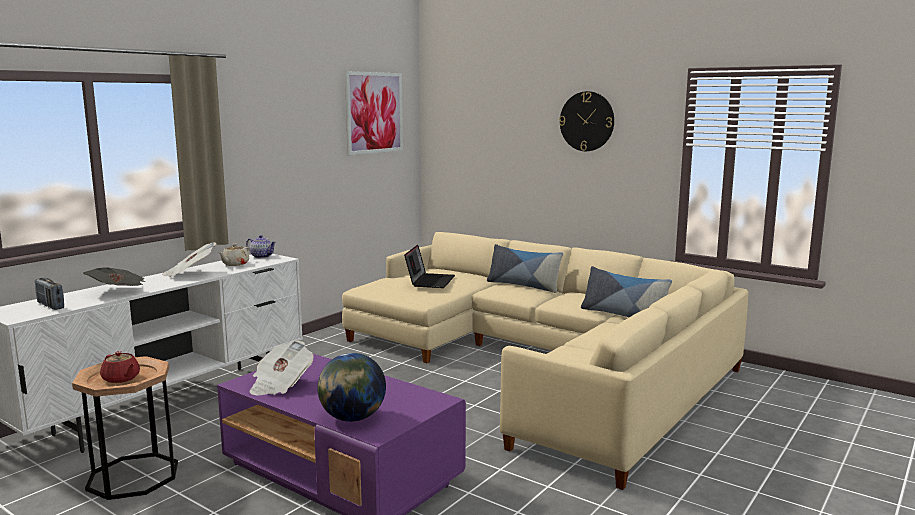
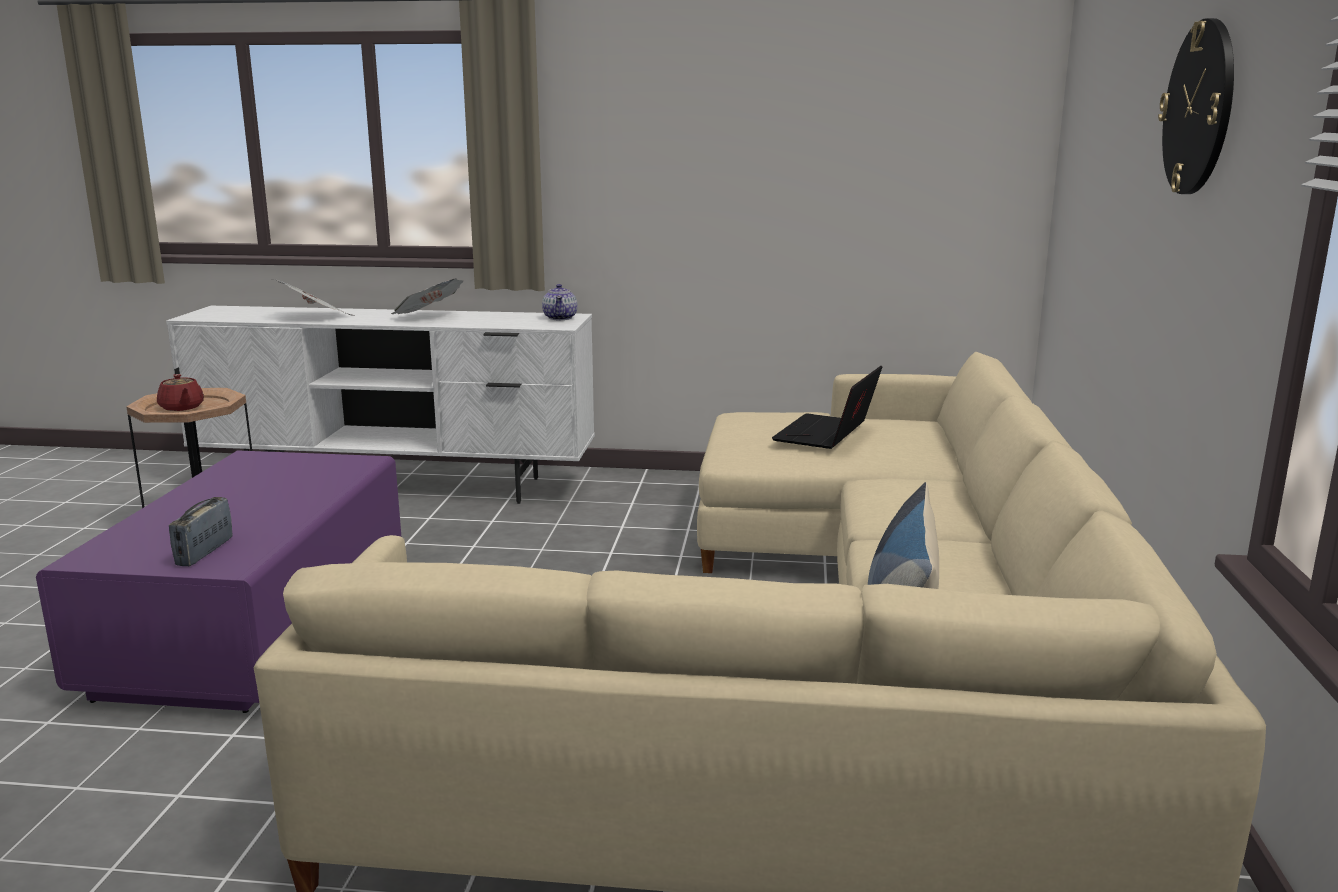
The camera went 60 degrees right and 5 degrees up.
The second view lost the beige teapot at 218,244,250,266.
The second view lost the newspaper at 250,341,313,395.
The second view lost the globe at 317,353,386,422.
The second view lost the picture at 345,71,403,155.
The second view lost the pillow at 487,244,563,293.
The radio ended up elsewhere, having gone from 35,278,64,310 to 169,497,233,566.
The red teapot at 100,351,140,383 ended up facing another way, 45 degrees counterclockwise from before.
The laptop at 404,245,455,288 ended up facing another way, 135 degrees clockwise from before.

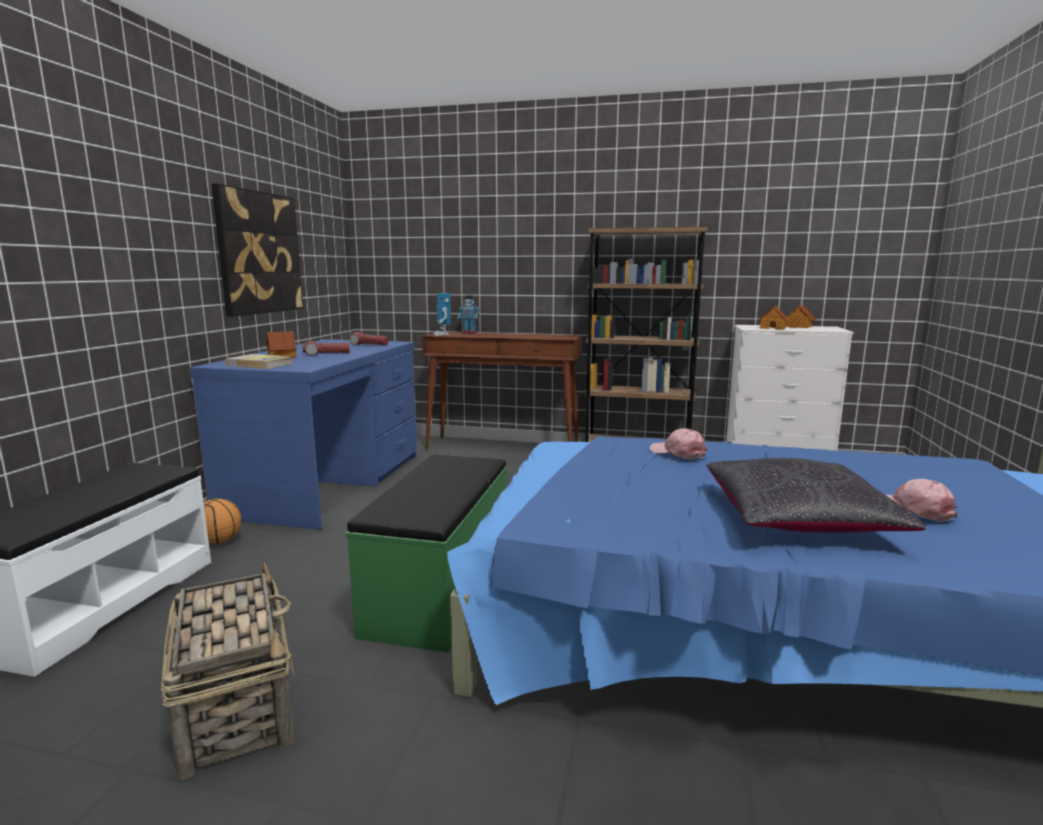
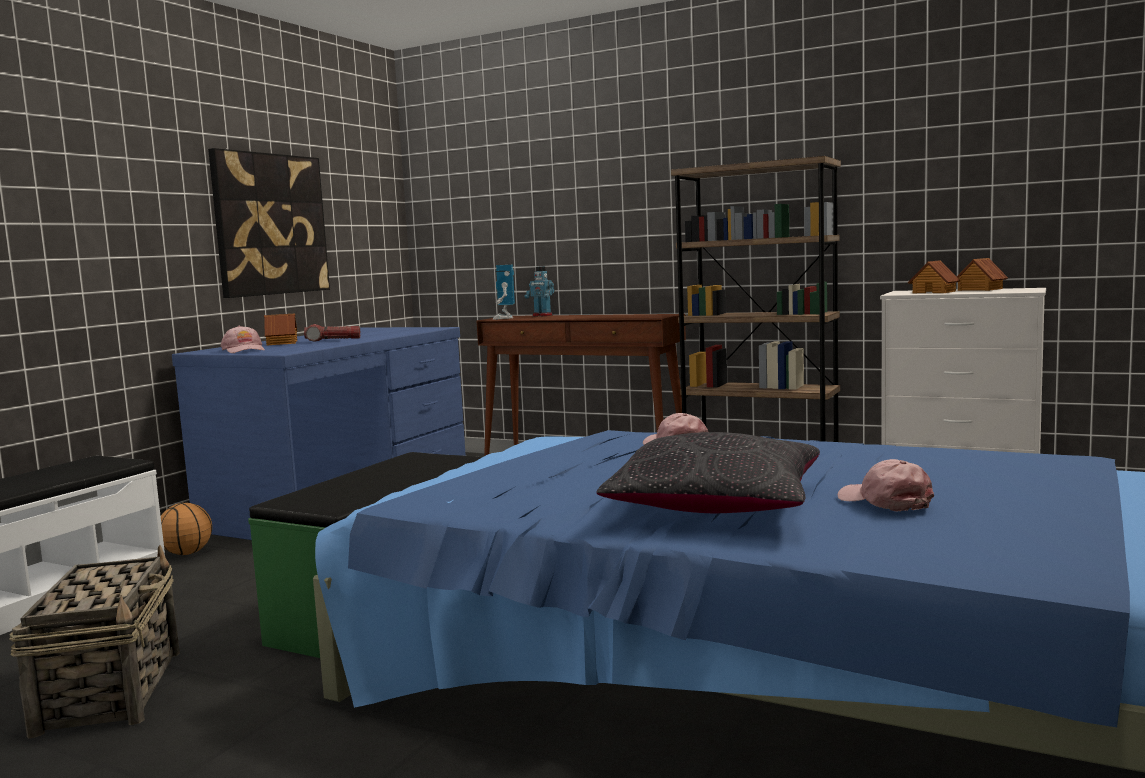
The camera went 15 degrees right and 5 degrees down.
The second view lost the flashlight at 349,332,389,345.
Where the book stood at 225,354,293,369, the pink cap came to stand at 220,326,265,353.

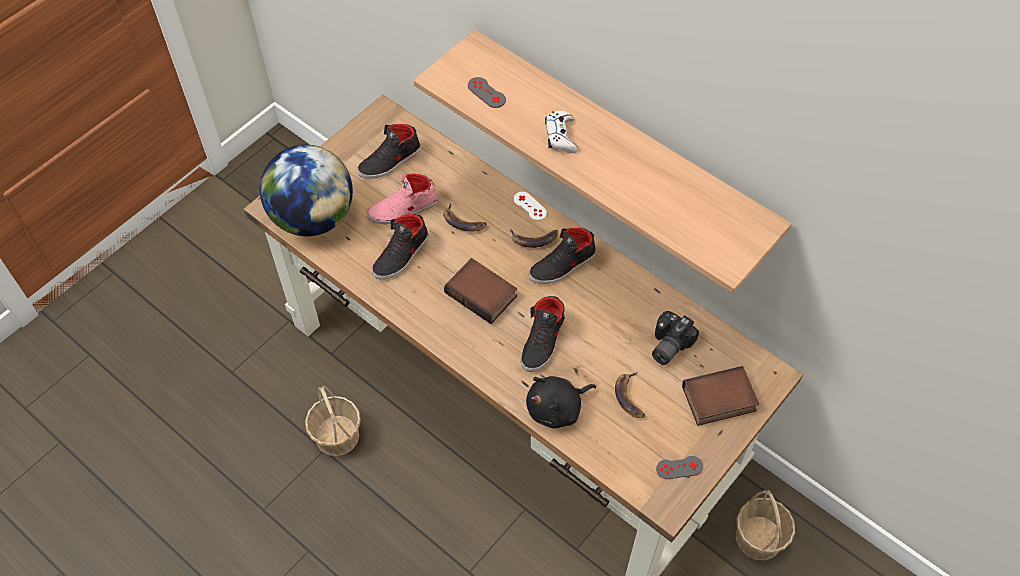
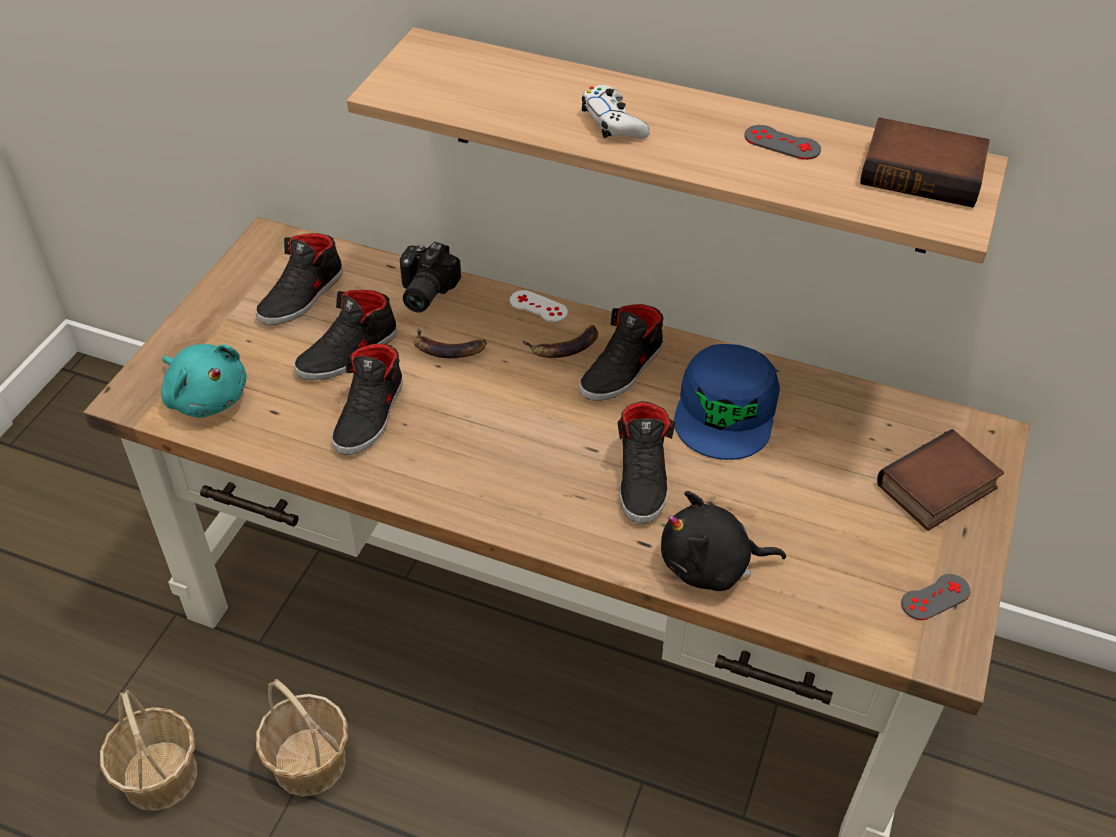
The camera went 20 degrees left and 10 degrees down.
The second view lost the banana at 615,372,645,418.
The second view gained the blue cap at 674,344,780,460.
The book ended up elsewhere, having gone from 444,258,517,324 to 860,117,990,208.
The grey game controller ended up elsewhere, having gone from 468,77,506,108 to 744,125,821,160.
The photo camera ended up elsewhere, having gone from 652,311,699,365 to 400,242,461,312.
The basket ended up elsewhere, having gone from 736,490,795,560 to 100,690,197,811.
Where the globe stood at 260,145,353,236, the turquoise plush toy came to stand at 161,344,247,418.
What was the pink shoe at 367,173,438,224 turned into the black shoe at 294,290,397,380.
The black plush toy at 526,376,596,428 ended up facing another way, 45 degrees clockwise from before.

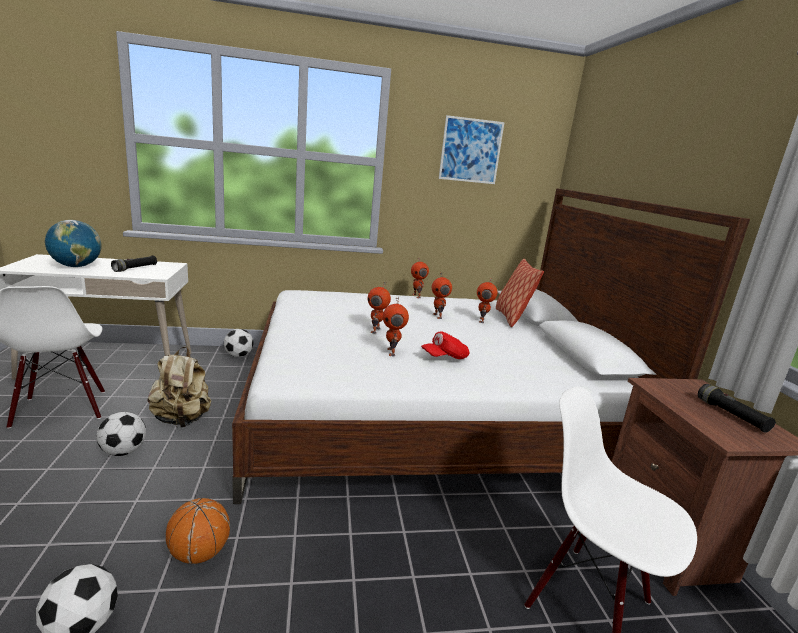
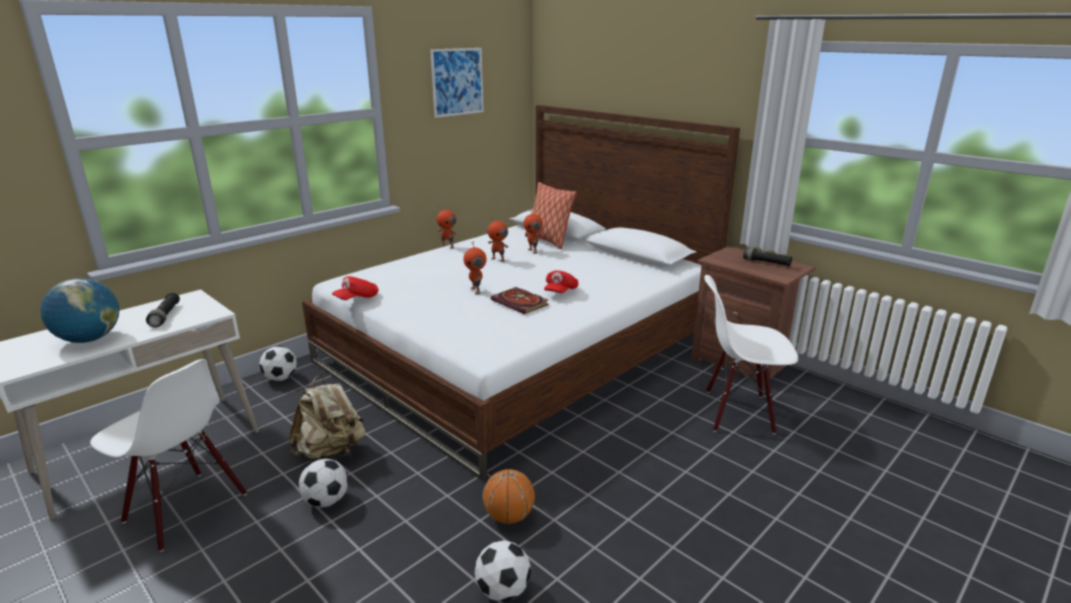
The camera went 35 degrees left and 5 degrees up.
The second view gained the red cap at 332,276,379,300.
Where the toy robot stood at 383,298,409,356, the book came to stand at 491,287,549,314.

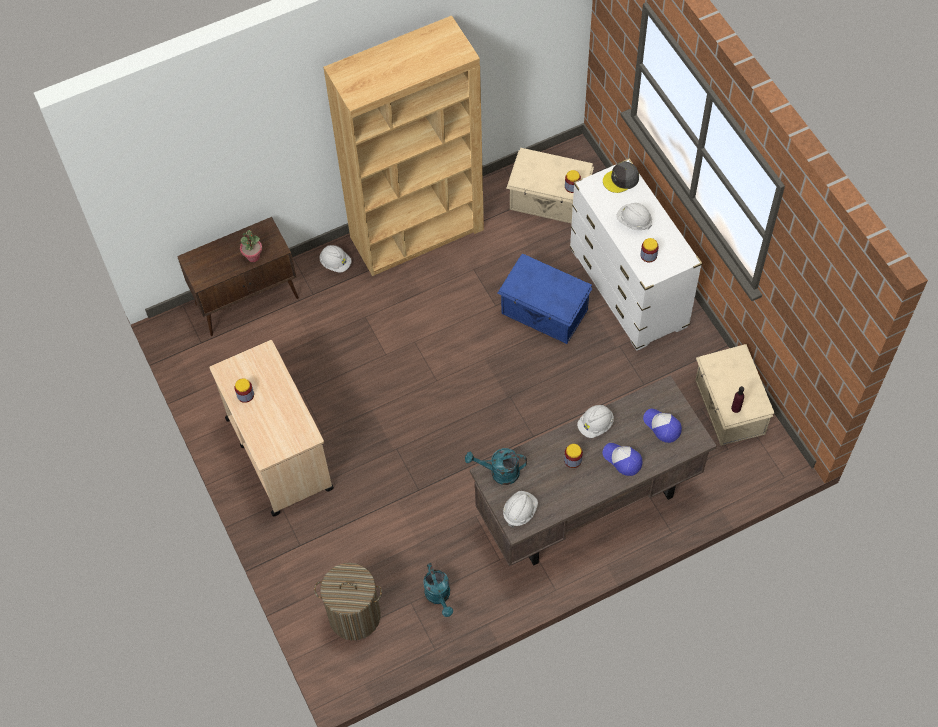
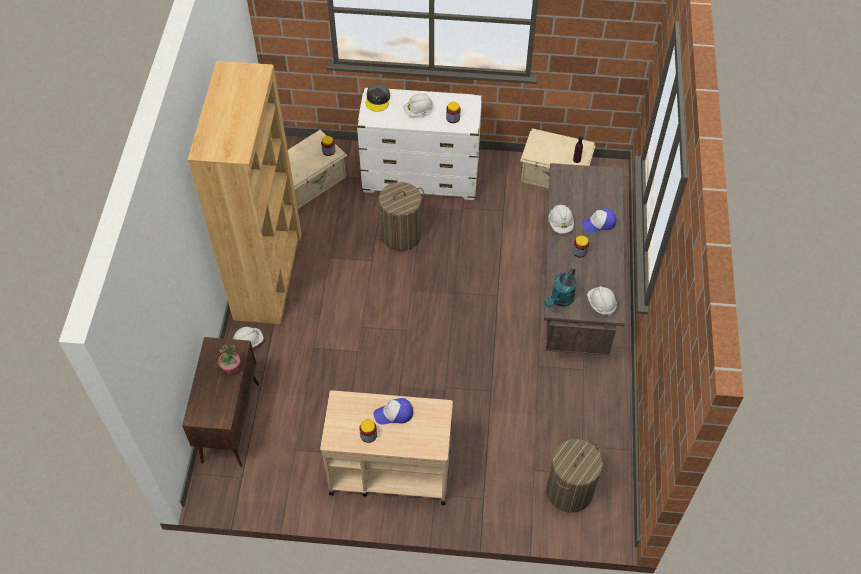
The camera went 60 degrees left and 5 degrees down.
The second view lost the turquoise watering can at 423,563,453,617.
The cap ended up elsewhere, having gone from 643,409,682,443 to 373,398,413,425.
Where the blue storage box stood at 497,253,593,344, the laundry basket came to stand at 376,182,424,251.

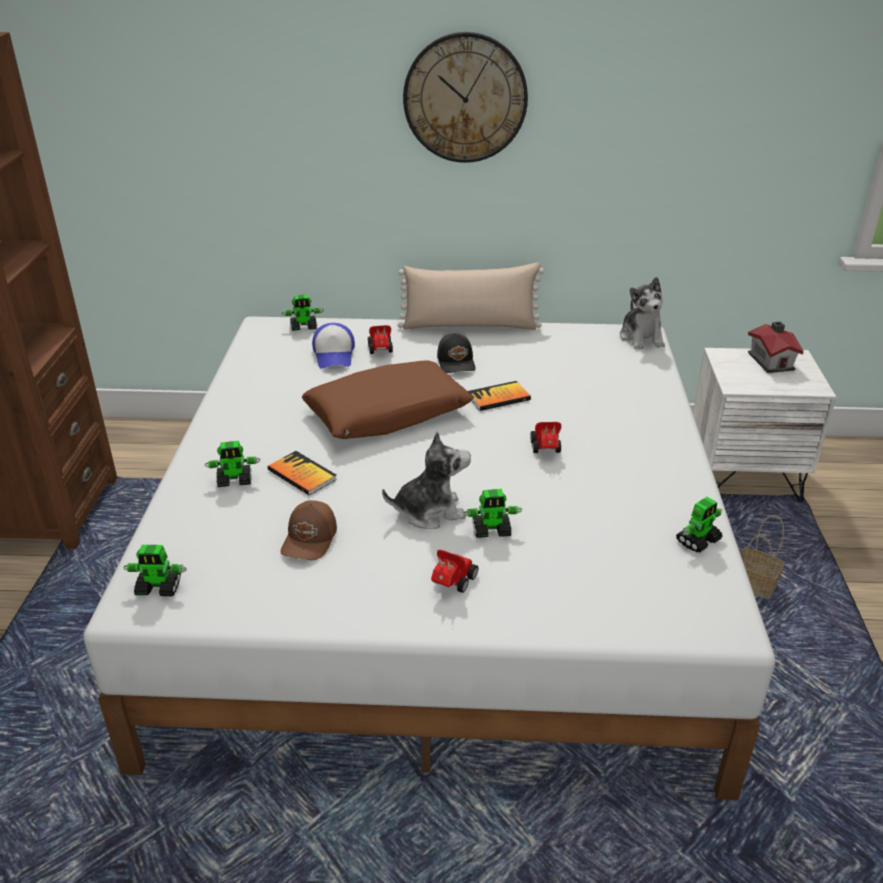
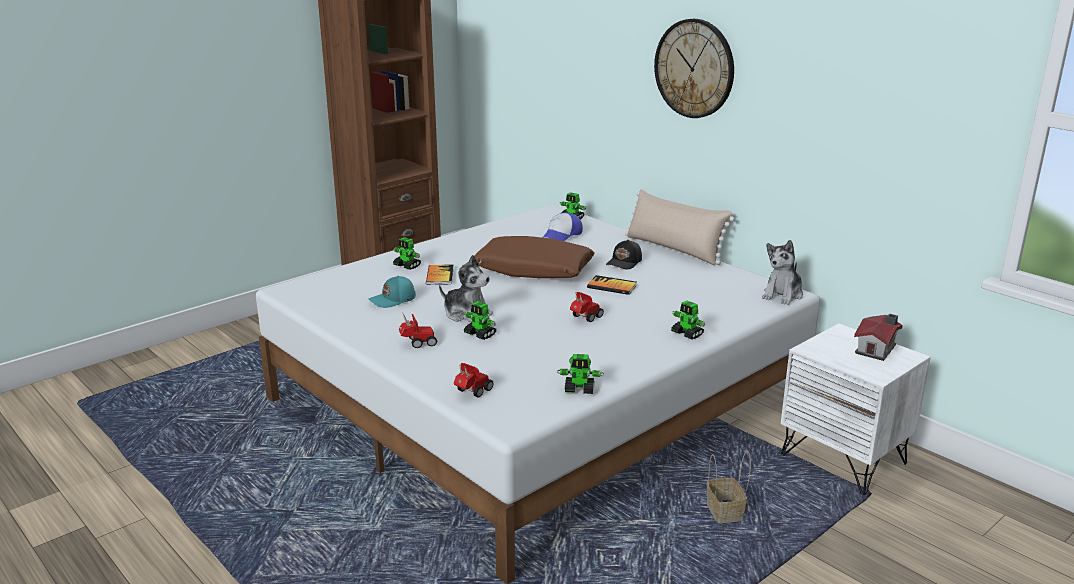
The camera went 45 degrees right and 10 degrees down.
The toy robot ended up elsewhere, having gone from 124,545,187,596 to 671,301,705,340.
The toy car ended up elsewhere, having gone from 368,325,393,354 to 454,363,494,397.
What was the brown cap at 281,500,337,560 turned into the turquoise cap at 369,276,416,308.

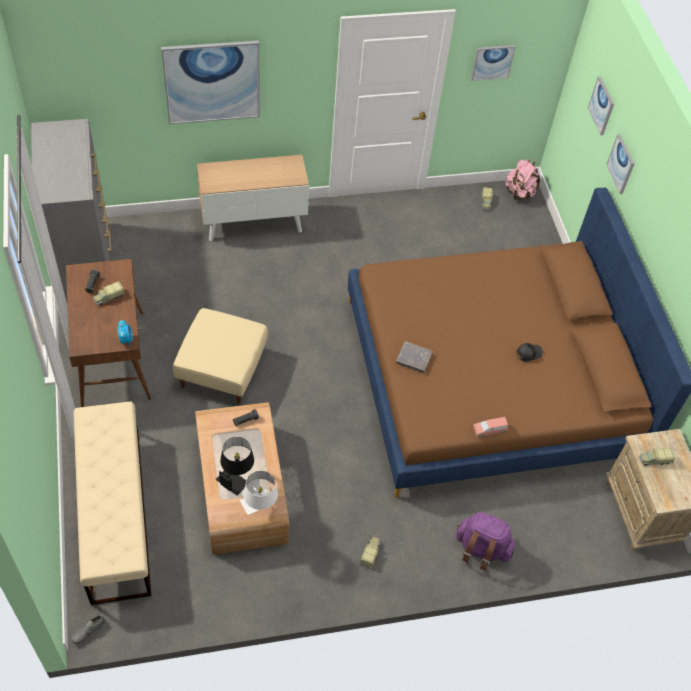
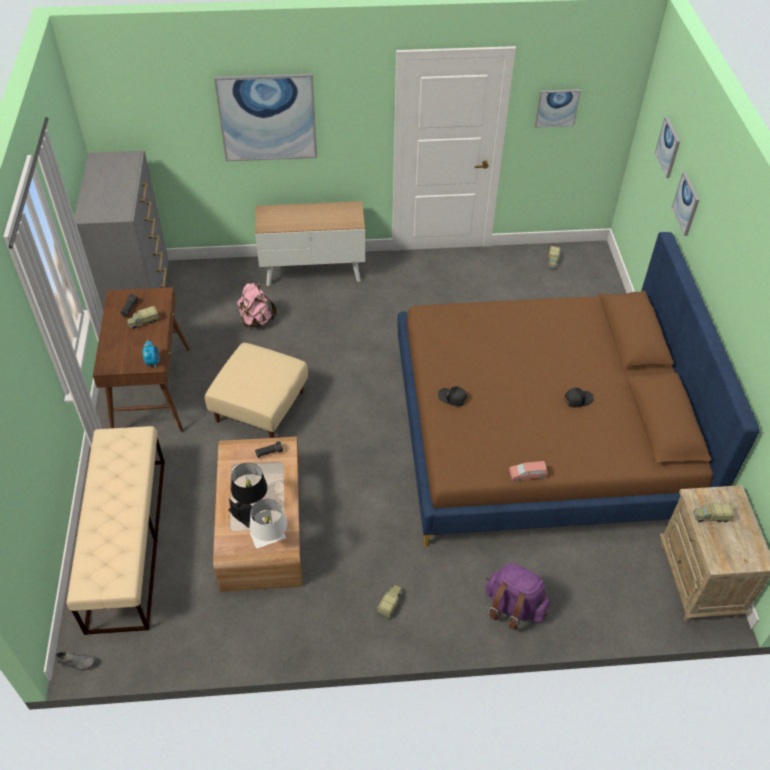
The camera went 10 degrees right and 5 degrees down.
The pink backpack ended up elsewhere, having gone from 505,159,540,200 to 237,283,277,328.
Where the grey book stood at 396,341,433,373, the black cap came to stand at 438,386,467,406.
The grey shoe at 72,615,106,644 ended up facing another way, 135 degrees counterclockwise from before.

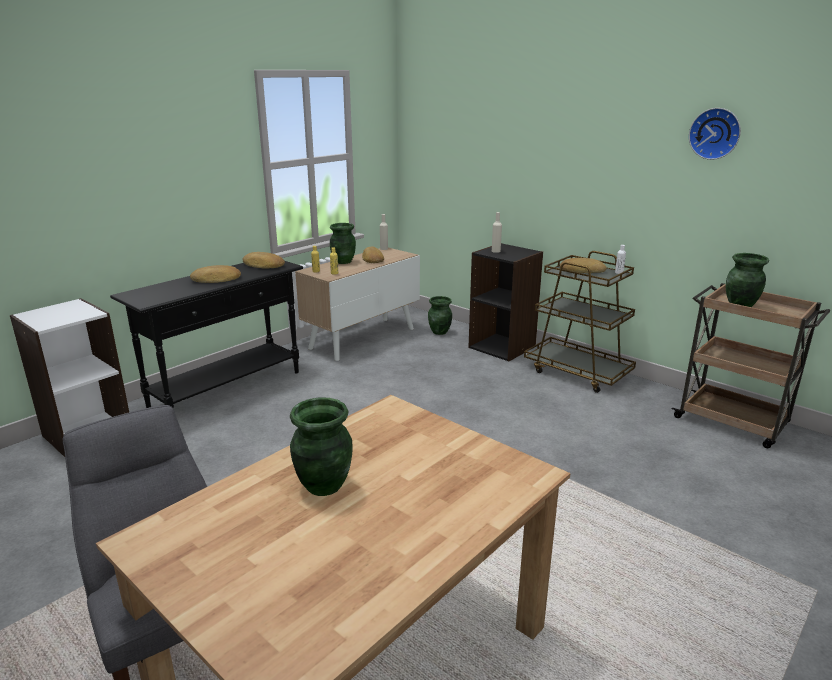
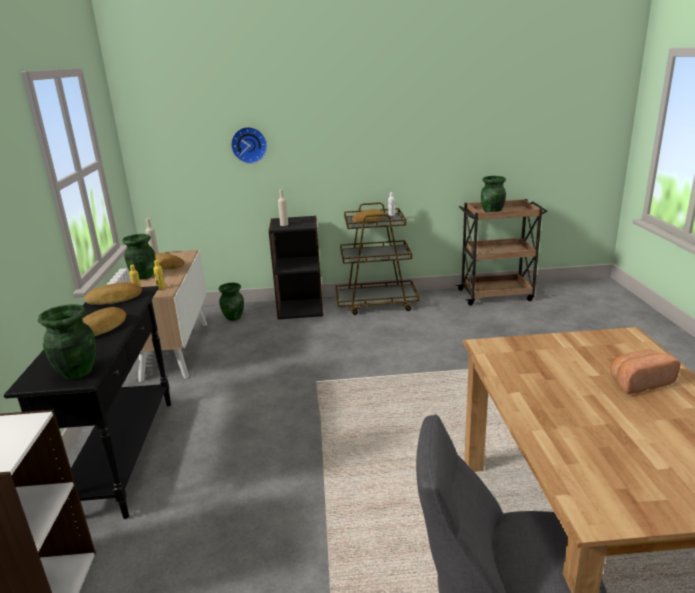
The camera went 45 degrees left and 0 degrees up.
The second view gained the bread at 610,350,681,394.
The green vase ended up elsewhere, having gone from 290,398,353,496 to 38,304,96,379.
The wall clock ended up elsewhere, having gone from 689,108,741,160 to 231,127,267,164.

